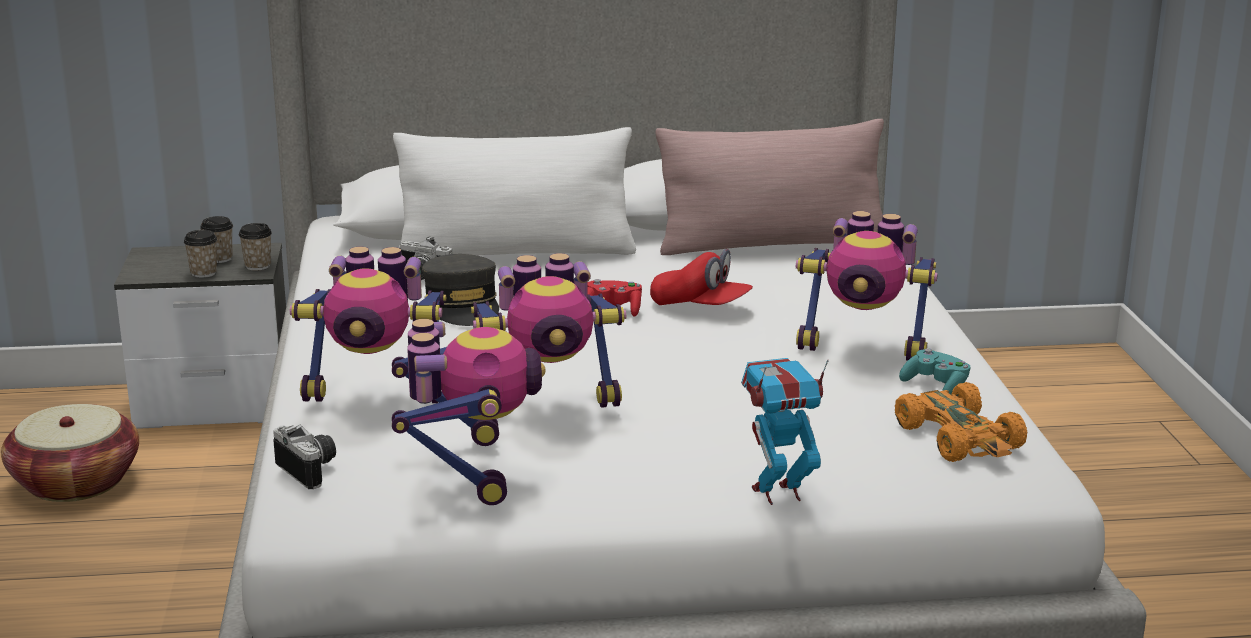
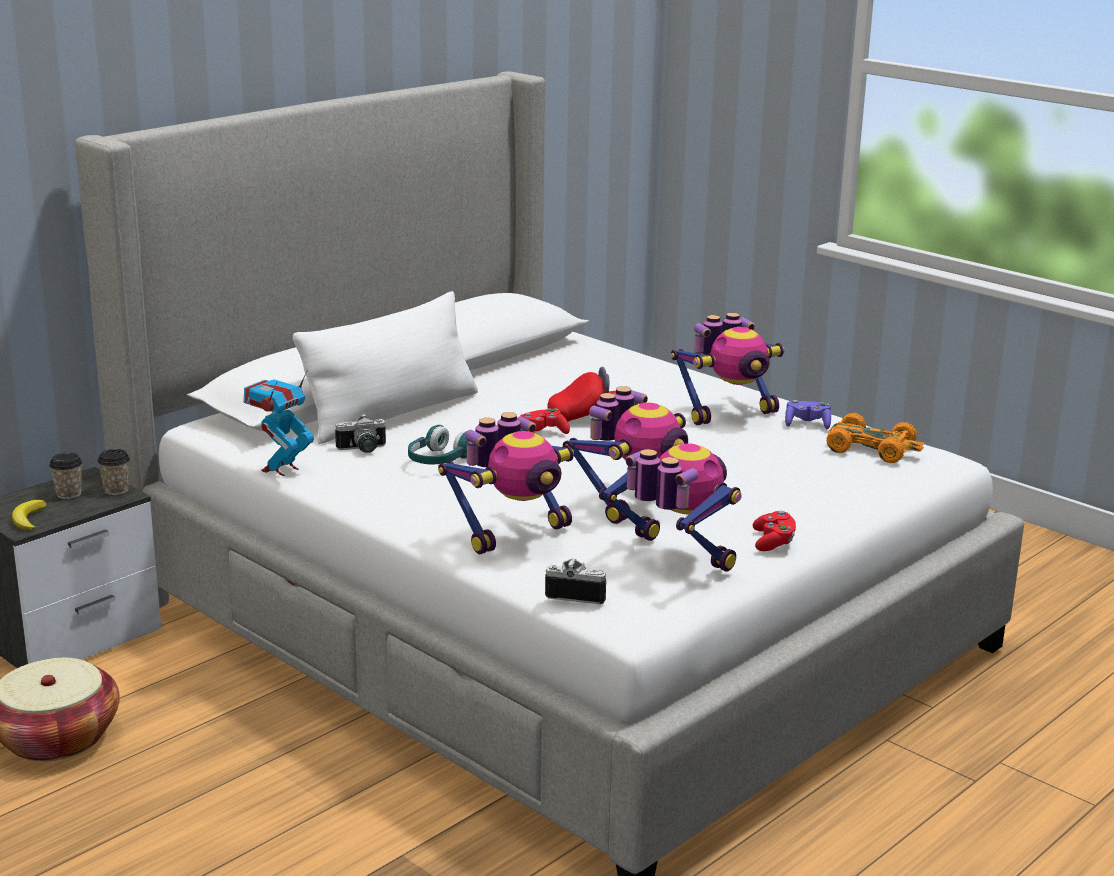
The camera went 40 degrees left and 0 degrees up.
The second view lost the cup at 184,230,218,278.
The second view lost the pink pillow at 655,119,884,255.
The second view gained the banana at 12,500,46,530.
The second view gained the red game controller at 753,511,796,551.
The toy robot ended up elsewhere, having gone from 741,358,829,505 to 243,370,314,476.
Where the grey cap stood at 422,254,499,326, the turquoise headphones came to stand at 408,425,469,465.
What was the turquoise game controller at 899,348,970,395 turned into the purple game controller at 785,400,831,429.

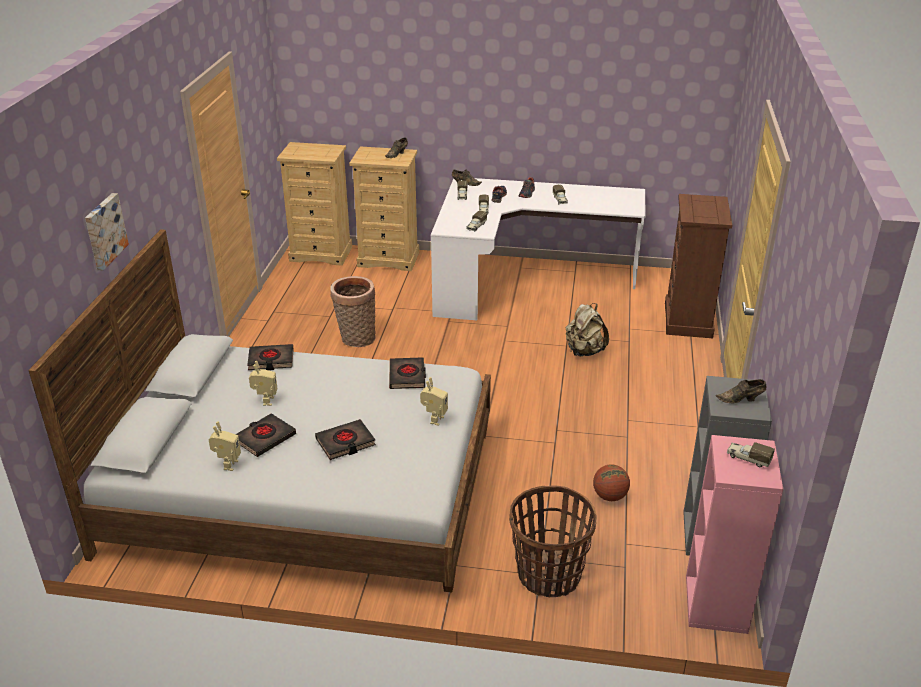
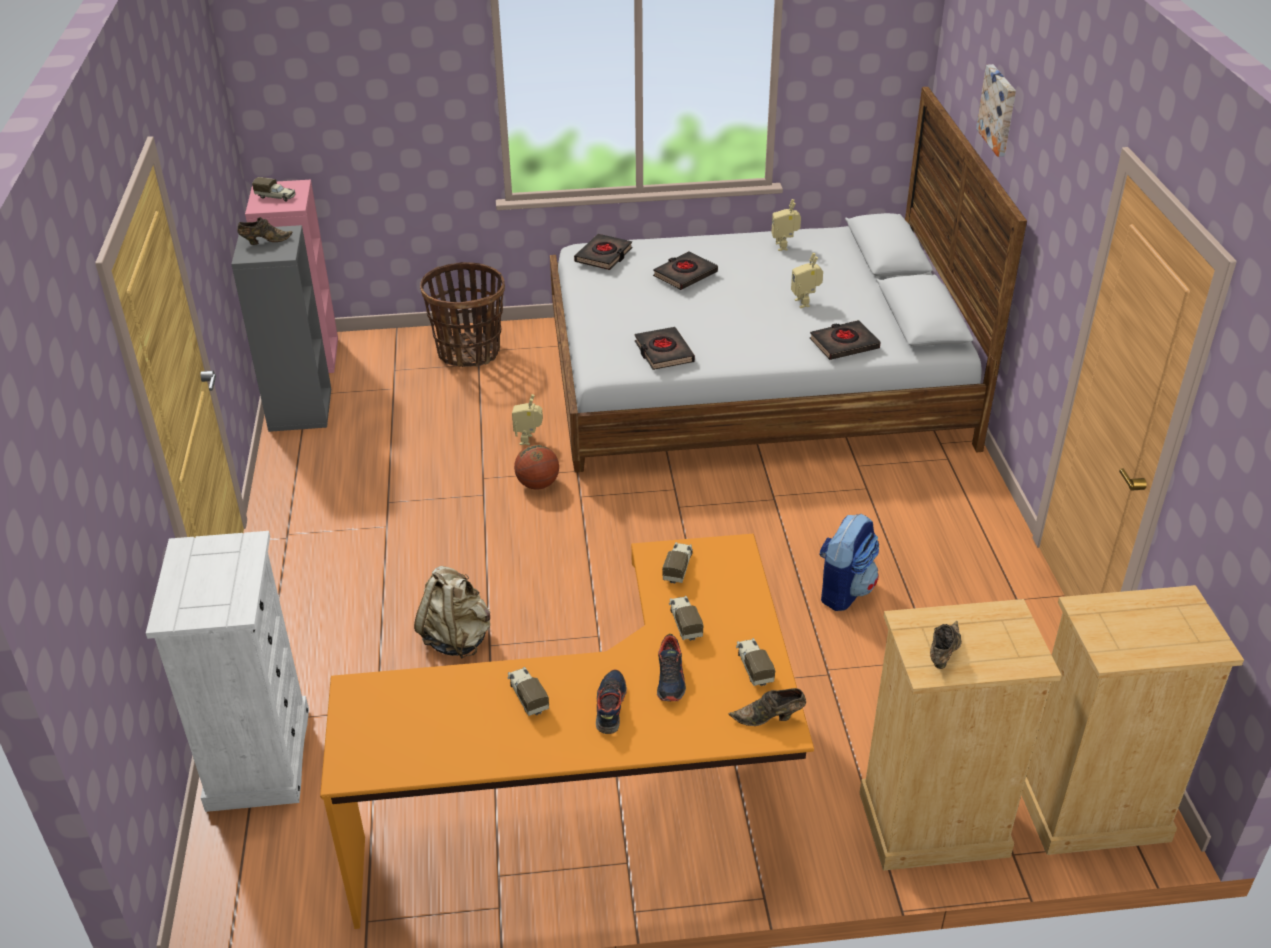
The camera went 165 degrees right and 5 degrees up.
The black book ended up elsewhere, having gone from 236,413,296,457 to 574,234,633,270.
The toy robot ended up elsewhere, having gone from 420,378,448,426 to 512,394,543,445.
The basketball ended up elsewhere, having gone from 593,465,630,501 to 514,445,559,490.
Where the basket stood at 330,276,376,347, the backpack came to stand at 819,514,879,611.
What was the white desk at 431,178,645,320 turned into the orange desk at 320,534,814,929.
What was the brown dresser at 665,194,732,338 turned into the white dresser at 146,531,309,812.

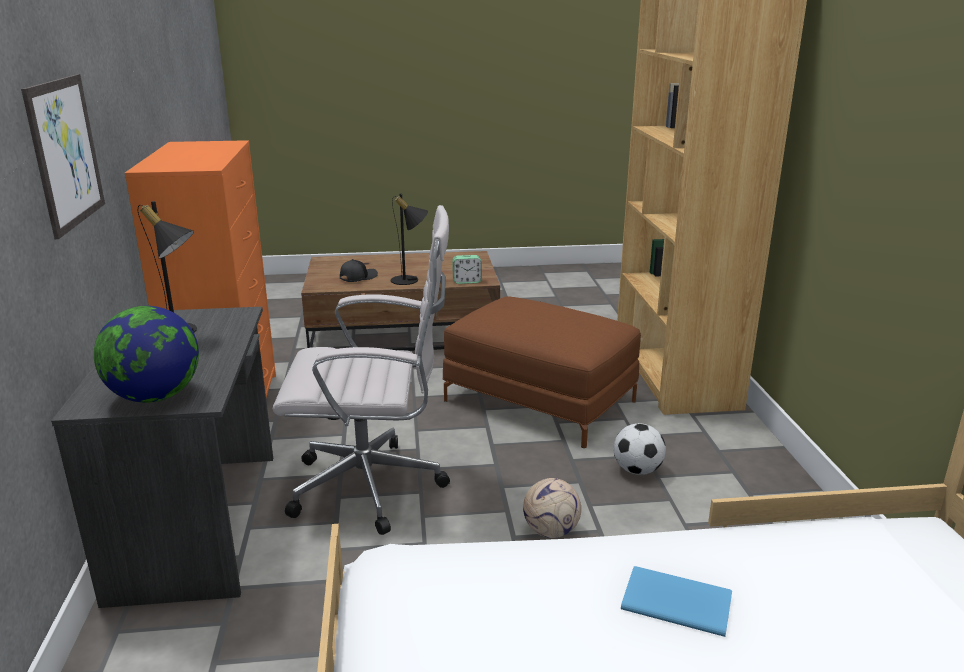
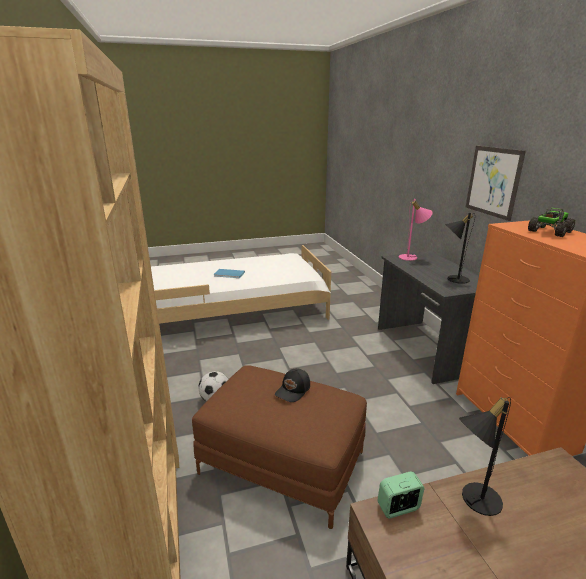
The camera went 170 degrees right and 0 degrees up.
The second view lost the white office chair at 273,205,450,535.
The second view lost the football at 523,478,581,538.
The second view gained the toy truck at 528,207,575,237.
The black cap ended up elsewhere, having gone from 340,259,378,282 to 275,368,310,402.
Where the globe stood at 94,306,199,403, the pink table lamp came to stand at 399,199,433,261.

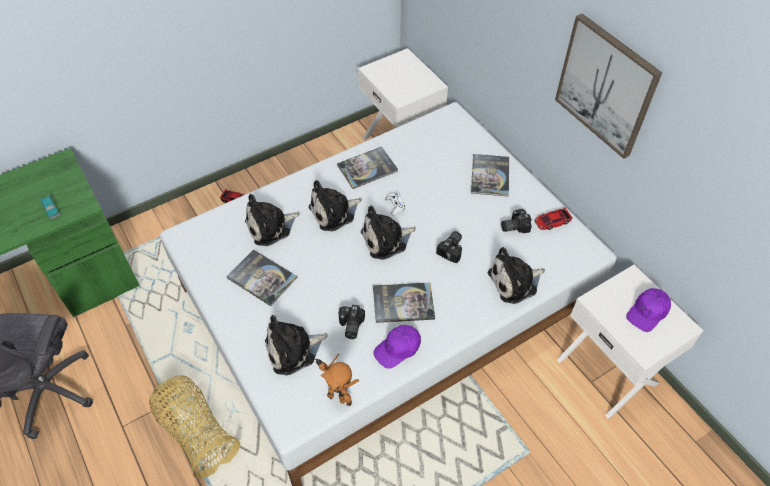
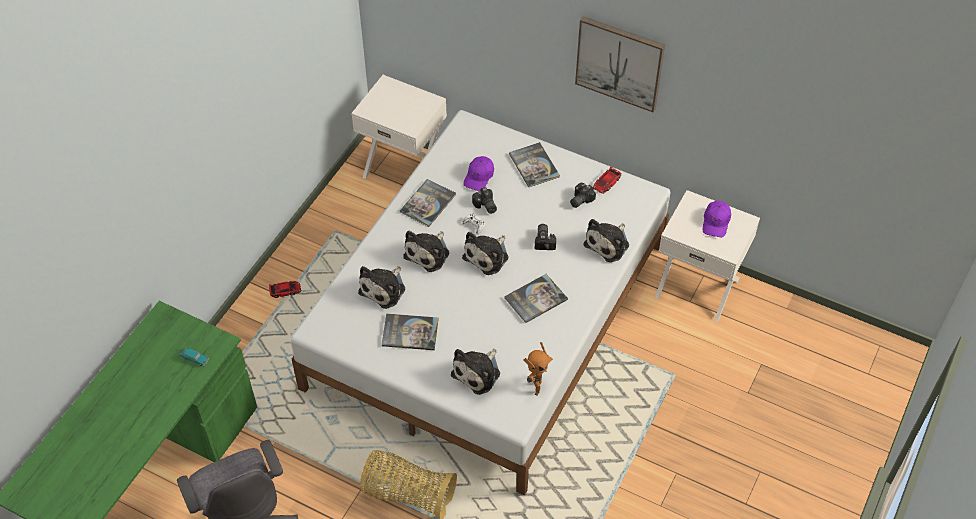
The camera went 30 degrees left and 0 degrees up.
The photo camera ended up elsewhere, having gone from 338,305,365,339 to 472,187,497,214.
The purple cap ended up elsewhere, having gone from 373,325,421,369 to 463,156,494,191.
The toy robot at 315,354,359,406 ended up facing another way, 75 degrees counterclockwise from before.

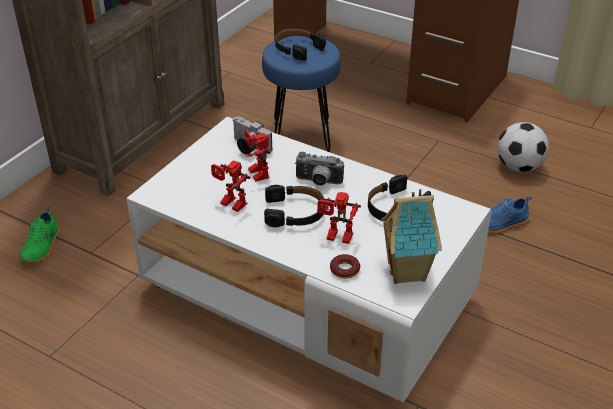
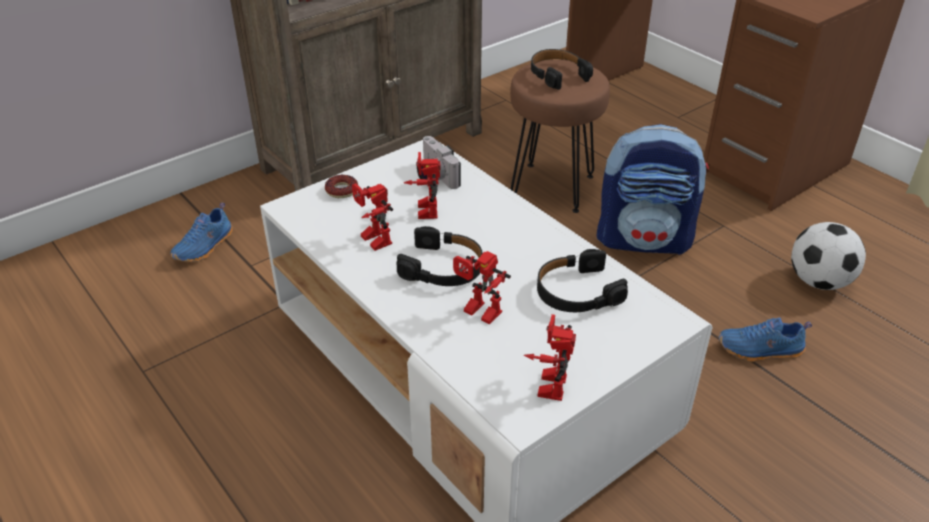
The camera went 20 degrees right and 0 degrees up.
The second view lost the photo camera at 295,152,344,186.
The second view gained the backpack at 596,124,709,255.
The donut ended up elsewhere, having gone from 330,254,360,279 to 325,175,358,198.
Where the toy house stood at 381,189,442,284, the toy robot came to stand at 524,314,576,401.
What was the green shoe at 20,206,59,263 turned into the blue shoe at 170,203,233,262.
What was the blue stool at 262,36,341,153 turned into the brown stool at 510,60,610,213.

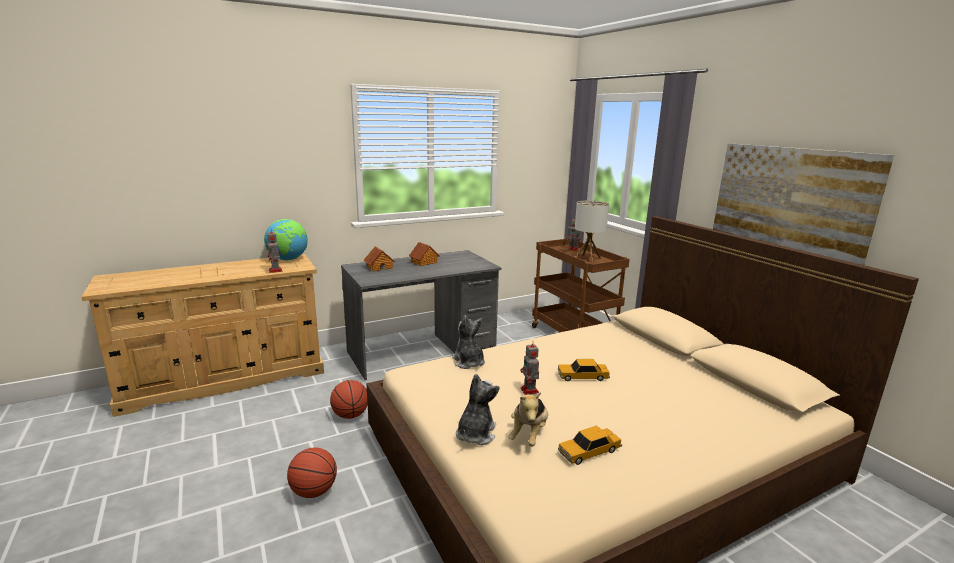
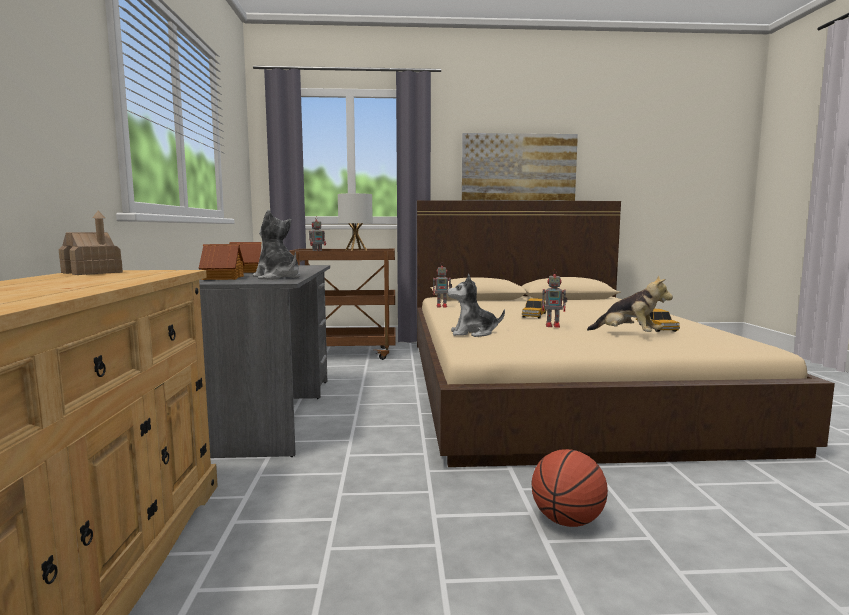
The camera went 65 degrees left and 10 degrees down.
The second view lost the basketball at 330,380,368,419.
The toy robot ended up elsewhere, having gone from 267,230,283,273 to 433,262,452,307.
The plush toy ended up elsewhere, having gone from 456,374,500,445 to 253,210,300,280.
Where the globe stood at 264,219,308,260, the toy house came to stand at 58,210,123,275.

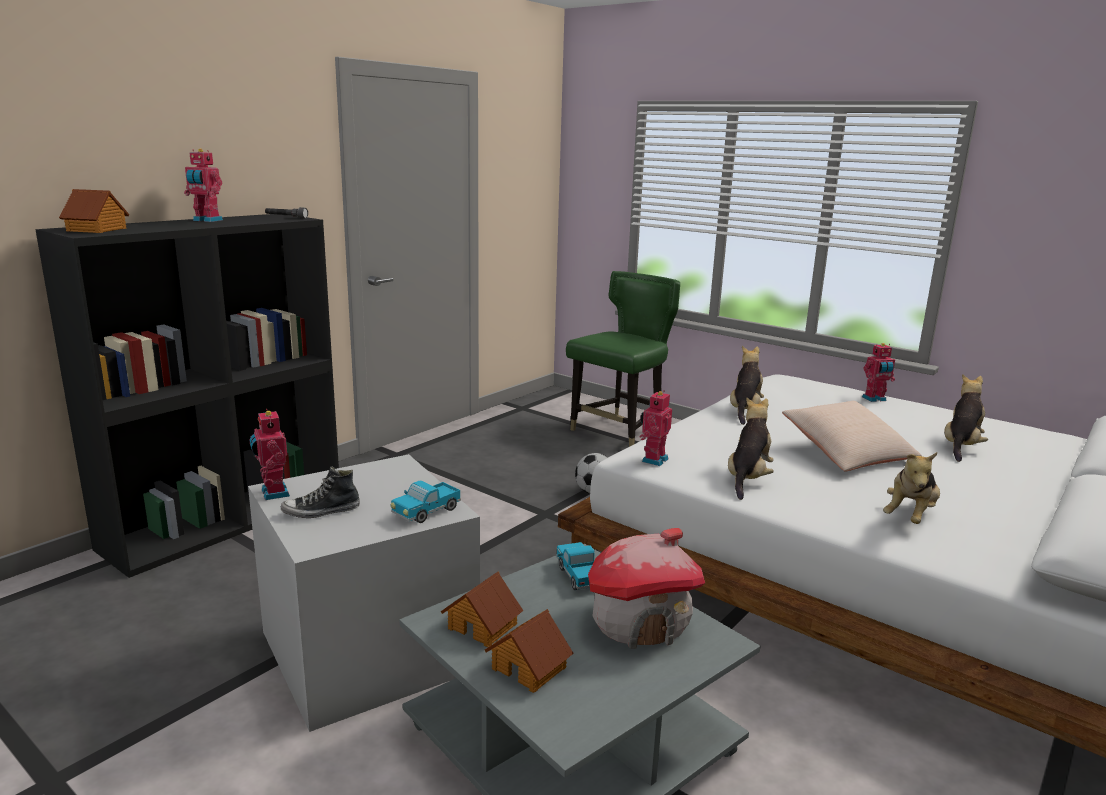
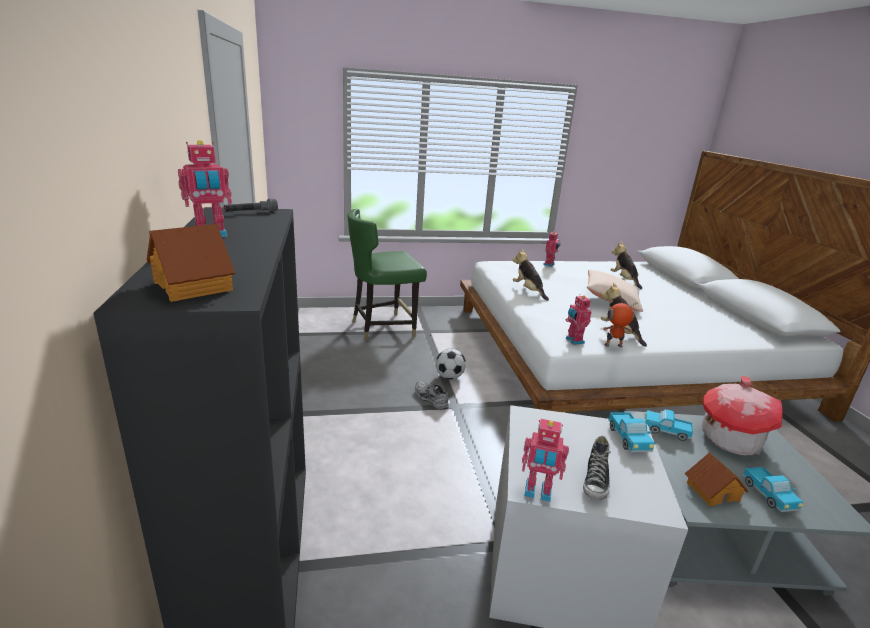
The camera went 50 degrees left and 5 degrees up.
The second view lost the plush toy at 883,452,940,524.
The second view gained the grey shoe at 415,381,449,410.
The second view gained the toy robot at 603,303,638,347.
Where the toy house stood at 485,609,574,693, the toy truck came to stand at 743,467,803,512.
The green chair at 566,271,680,447 ended up facing another way, 105 degrees counterclockwise from before.

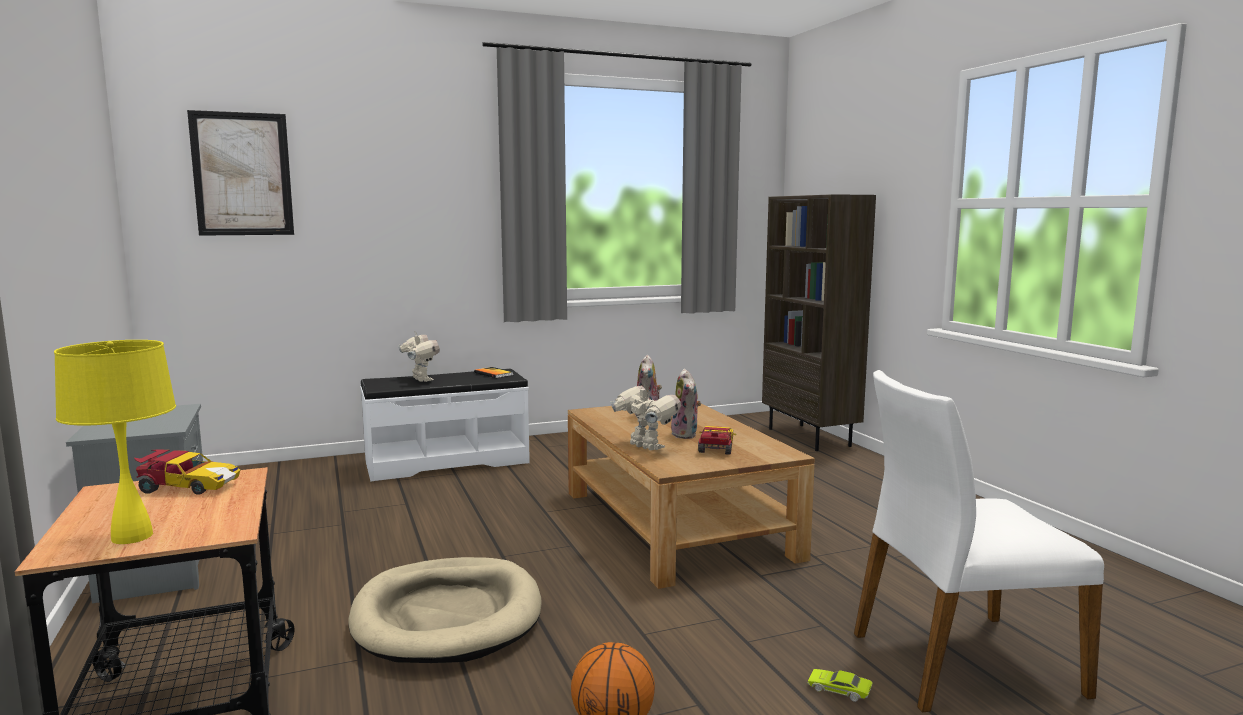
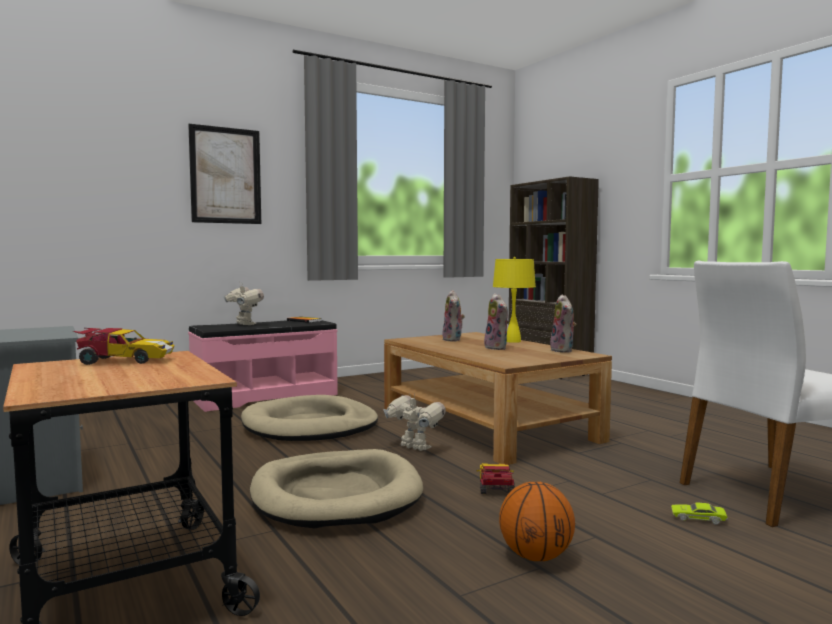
The camera went 10 degrees left and 5 degrees down.
The second view gained the beige dog bed at 241,395,378,441.
The second view gained the plush toy at 550,295,576,353.
The yellow table lamp ended up elsewhere, having gone from 54,340,176,544 to 493,257,536,343.
The picture ended up elsewhere, having gone from 187,110,294,236 to 188,124,261,224.
The toy robot ended up elsewhere, having gone from 610,382,681,451 to 383,393,446,451.
The toy car ended up elsewhere, having gone from 698,426,736,455 to 476,463,515,494.
What was the white bench at 360,369,530,482 turned into the pink bench at 188,320,338,412.

